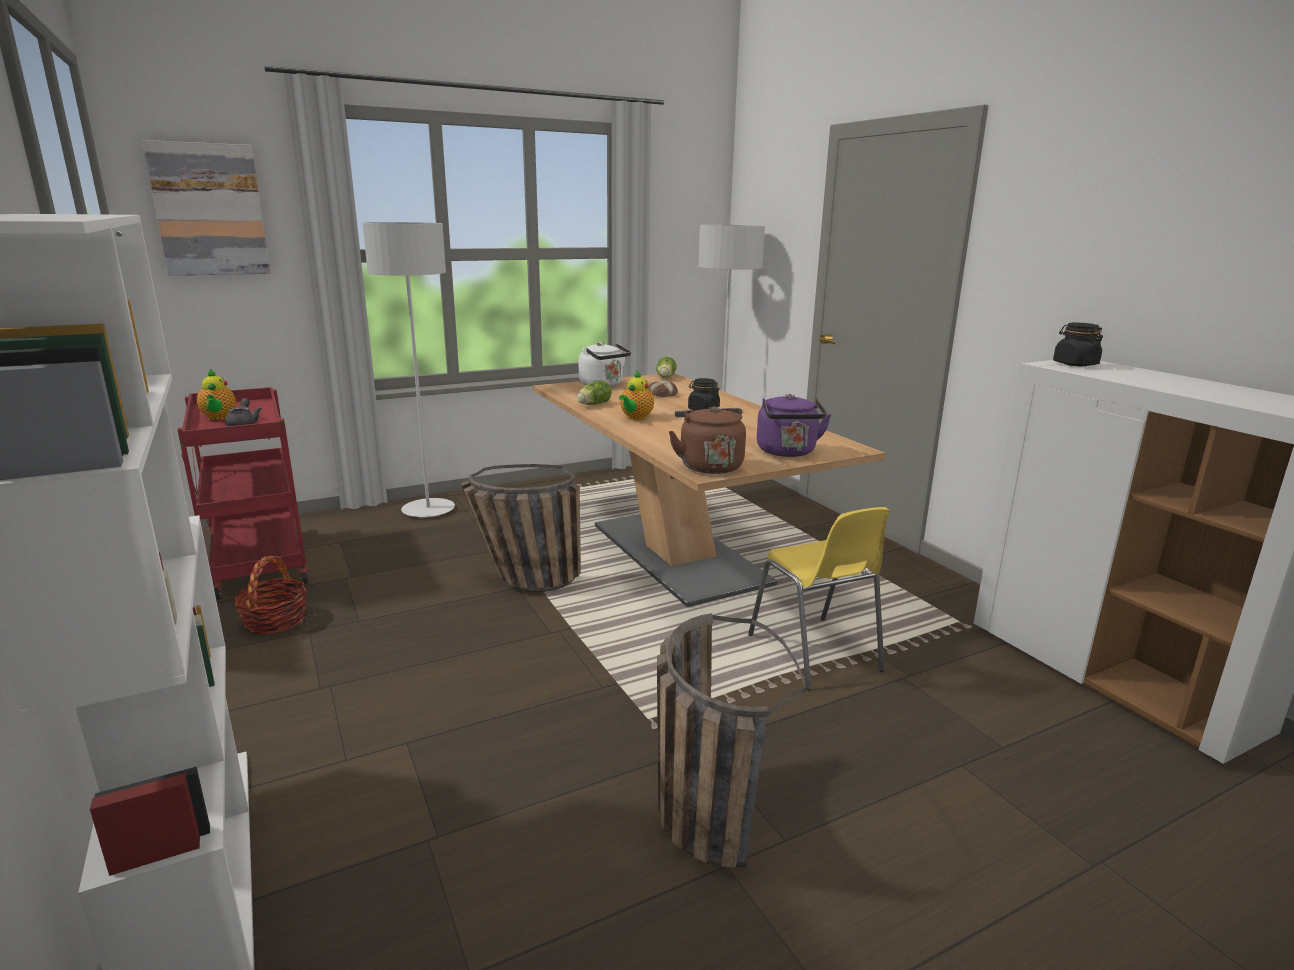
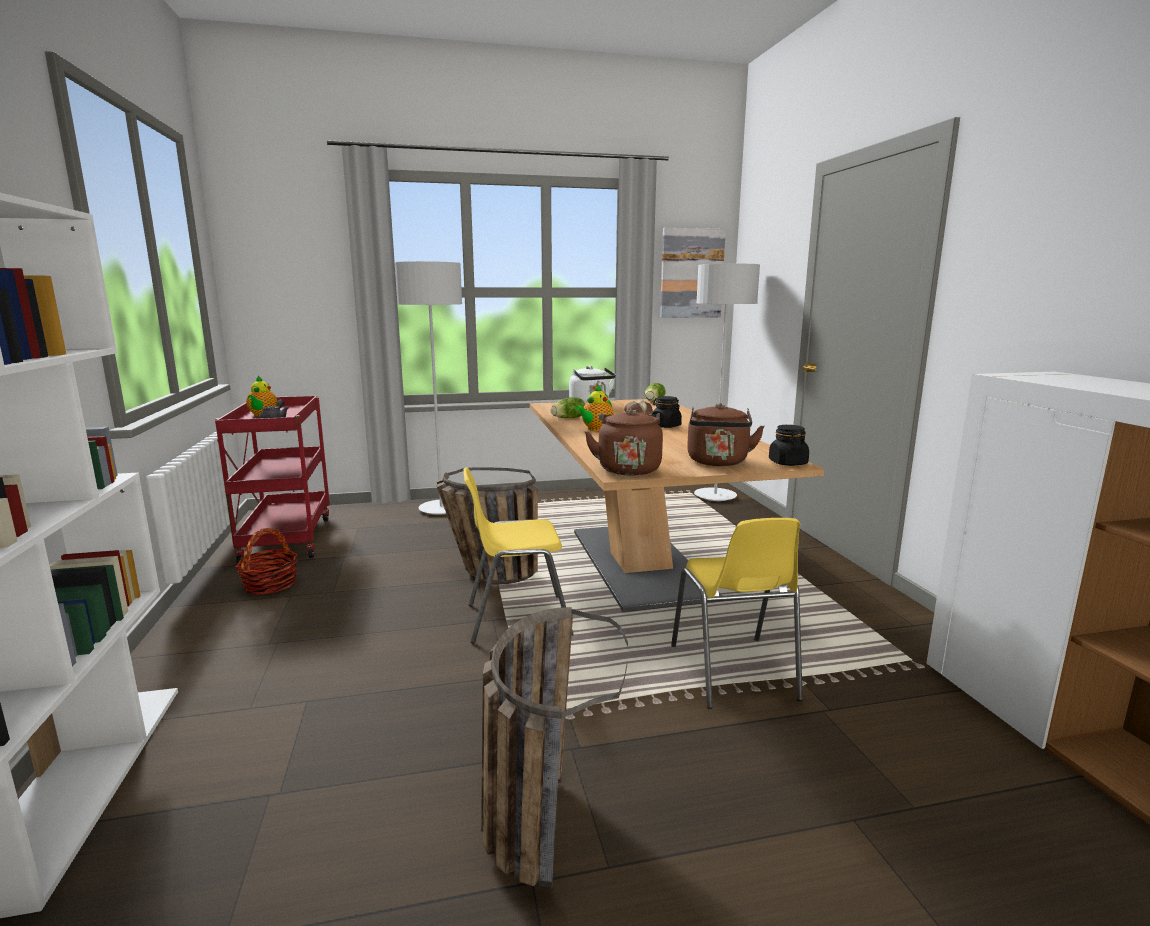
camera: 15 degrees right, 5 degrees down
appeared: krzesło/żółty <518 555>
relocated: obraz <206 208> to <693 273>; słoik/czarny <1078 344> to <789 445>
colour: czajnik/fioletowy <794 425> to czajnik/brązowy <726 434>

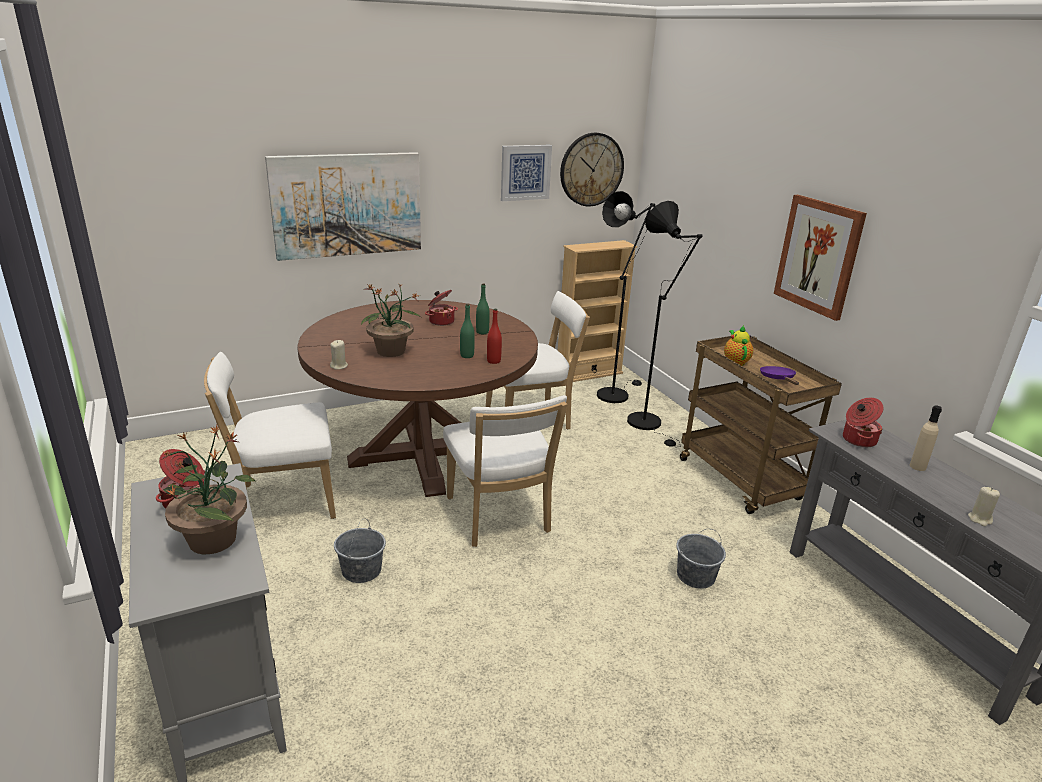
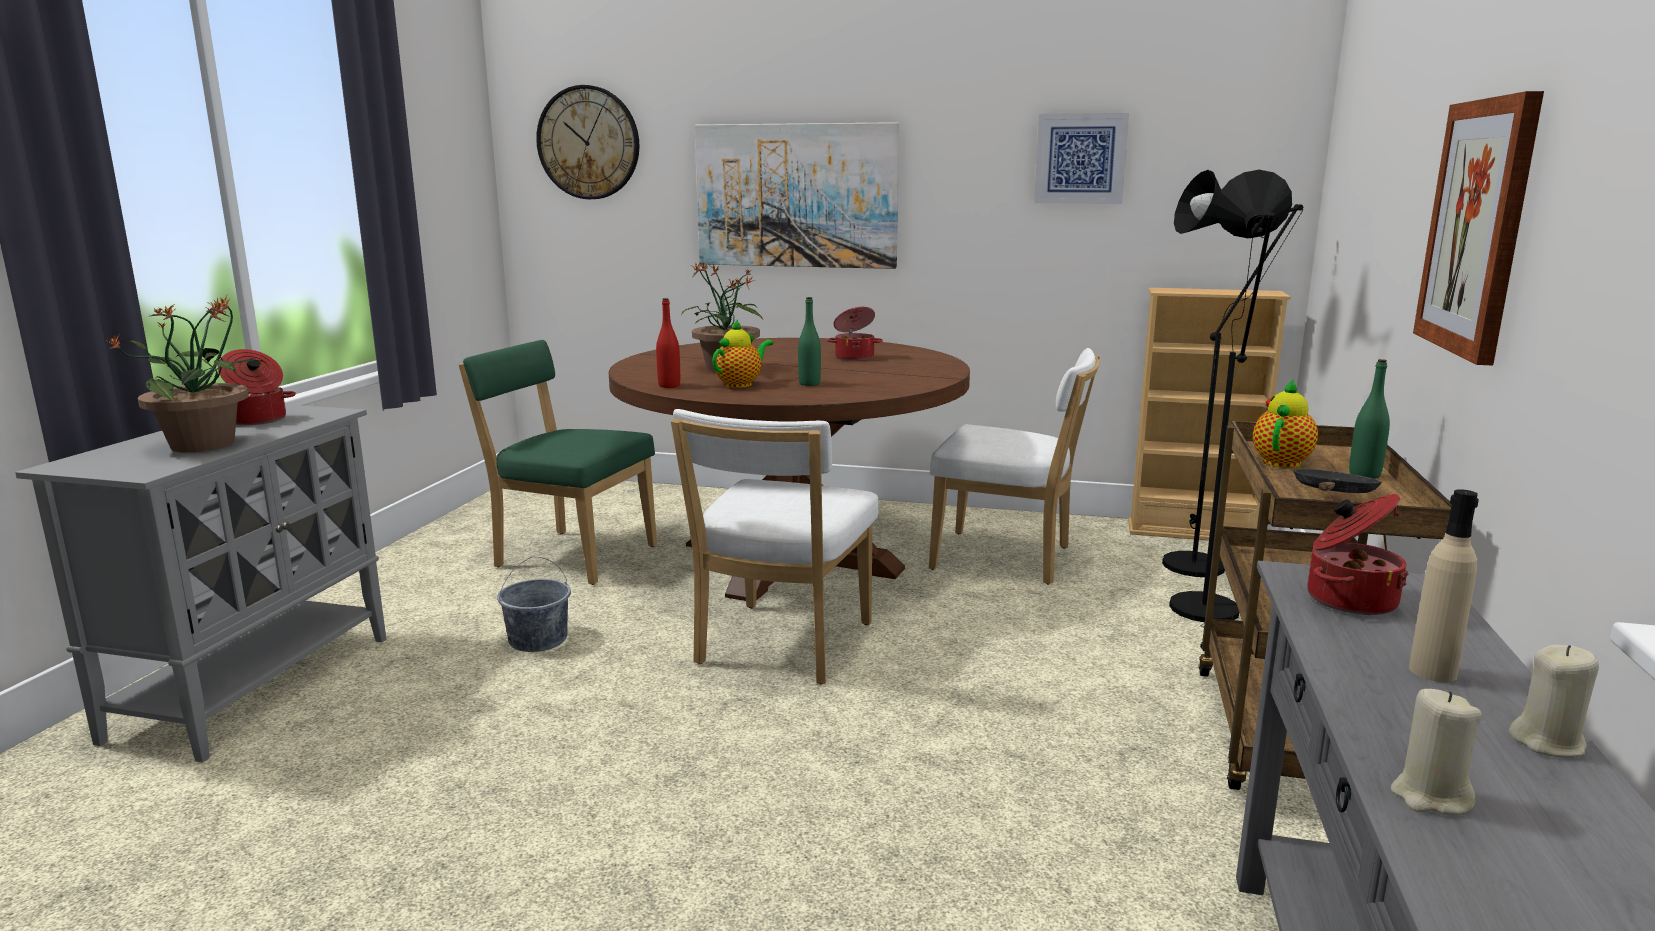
camera: 40 degrees right, 10 degrees down
missing: wiadro/szary <701 559>
appeared: imbryk <742 353>
relocated: zegar ścienny <592 169> to <587 142>; butelka/zielony <483 308> to <1369 419>; butelka/czerwony <494 336> to <668 343>; świeca/beżowy <339 355> to <1554 701>
colour: krzesło/biały <270 435> to krzesło/zielony <558 462>; patelnia/fioletowy <779 375> to patelnia/czarny <1337 481>

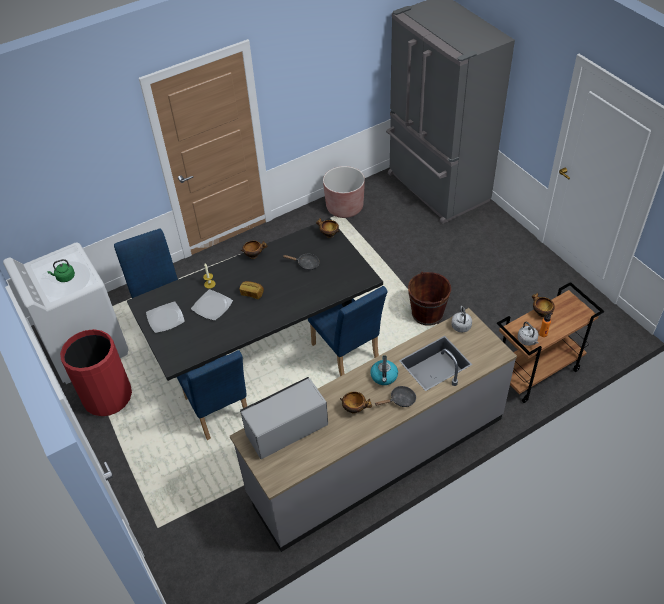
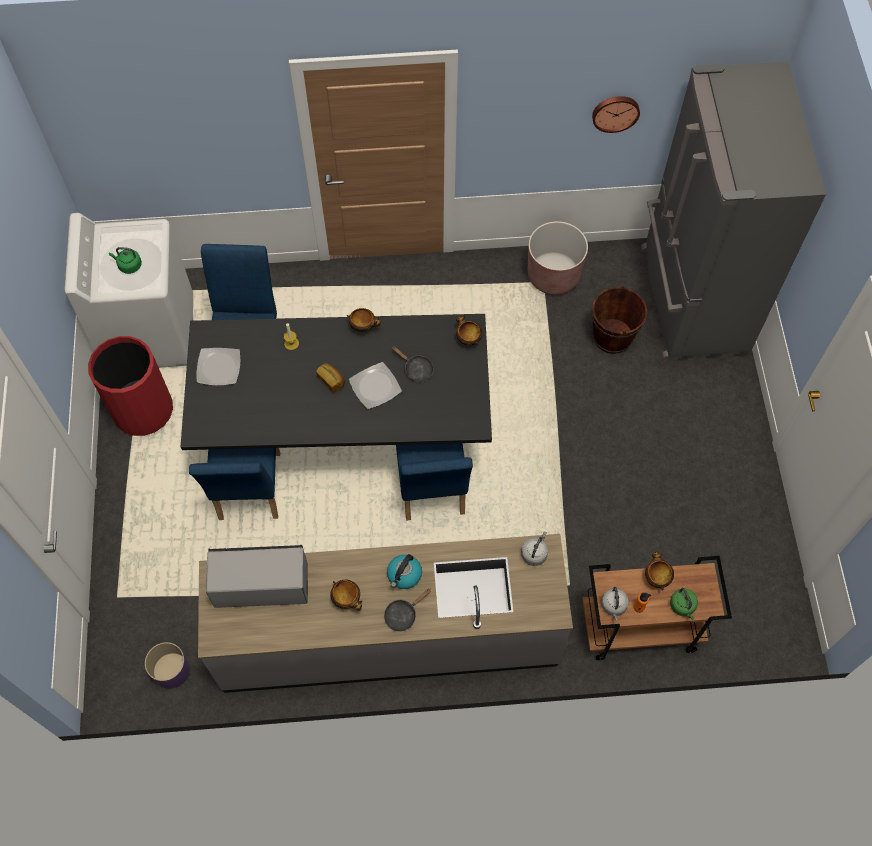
camera: 25 degrees right, 15 degrees up
appeared: zegar ścienny <616 114>; czajnik/zielony <684 604>; donica/fioletowy <167 665>
relocated: wiadro/brązowy <429 299> to <620 320>; talerz <212 305> to <375 385>
spun: patelnia/czarny <395 396> = <407 610> 135 degrees clockwise

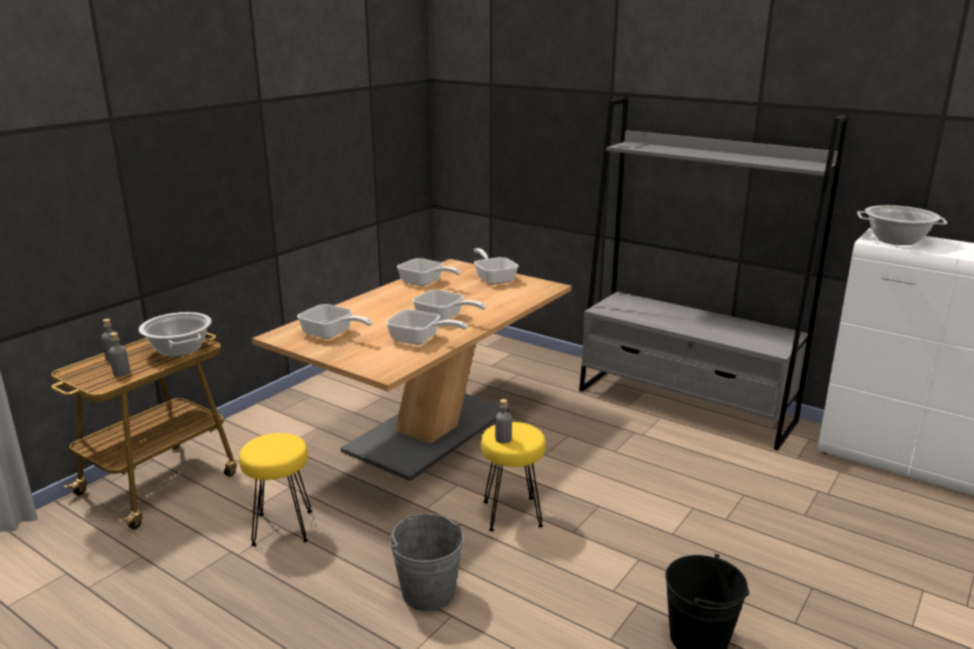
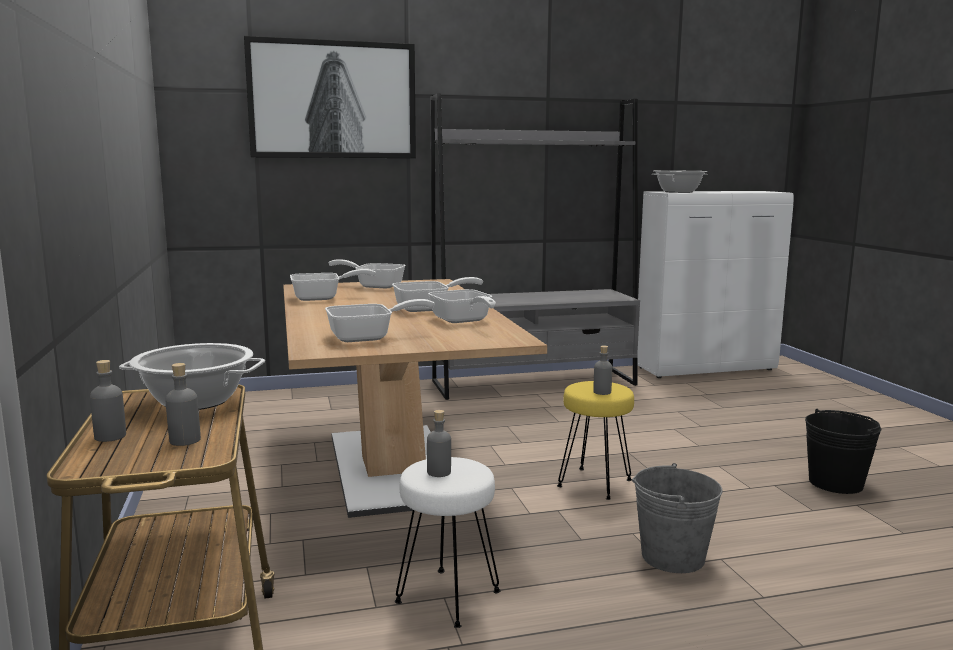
camera: 50 degrees left, 10 degrees down
appeared: obraz <330 97>; butelka/szary <439 443>
colour: stołek/żółty <275 489> to stołek/biały <448 542>
spun: patelnia <427 327> = <462 306> 90 degrees clockwise

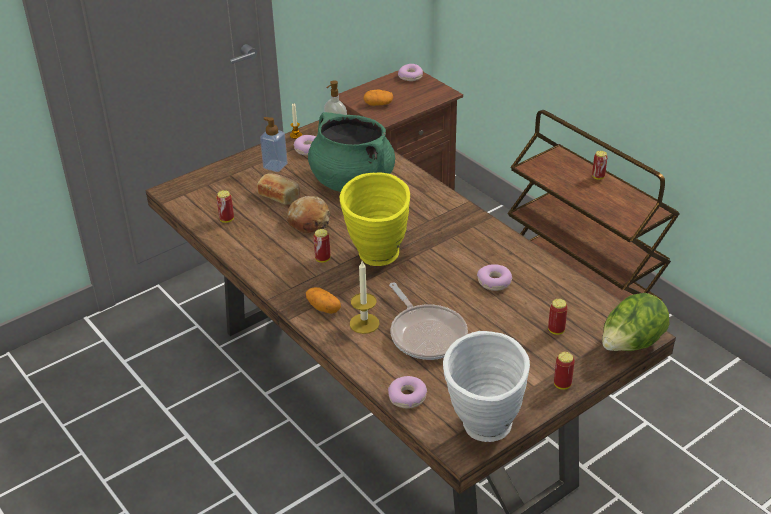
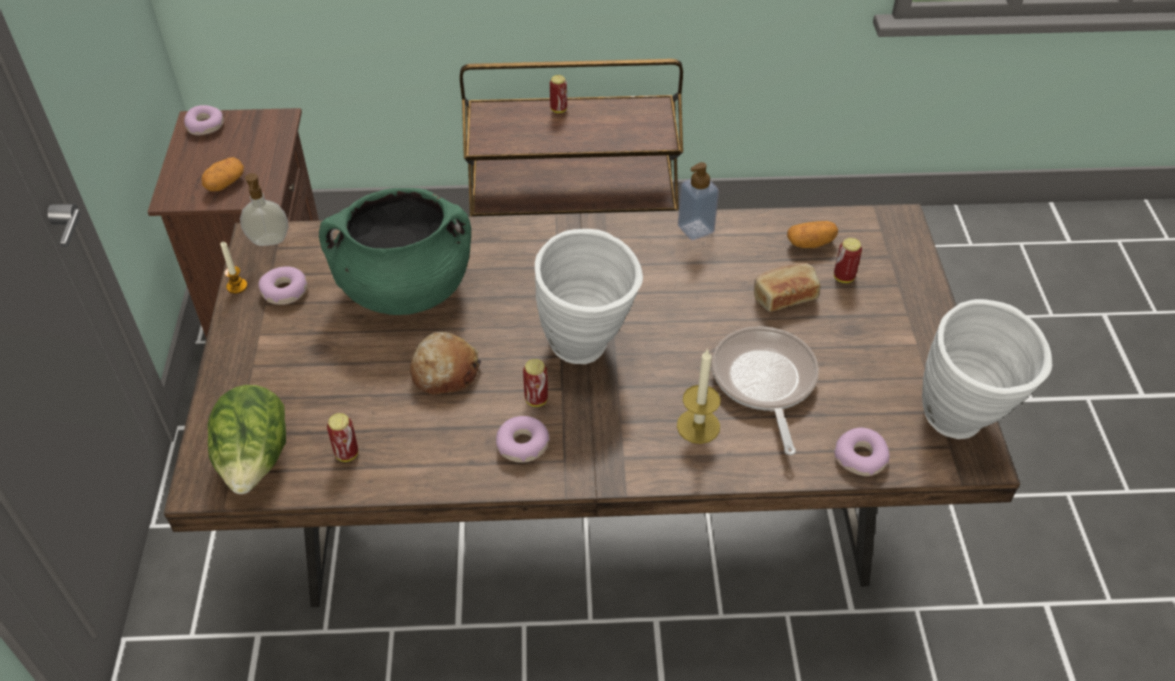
camera: 55 degrees left, 10 degrees up
missing: puszka <564 371>
relocated: dozownik mydła <274 144> to <698 201>; chleb <278 189> to <787 287>; donut <494 277> to <522 439>; ziemniak <323 300> to <812 234>; sałata <635 322> to <246 439>
colour: wazon/żółty <375 219> to wazon/biały <589 296>
spun: patelnia <428 321> = <765 391> 105 degrees counterclockwise

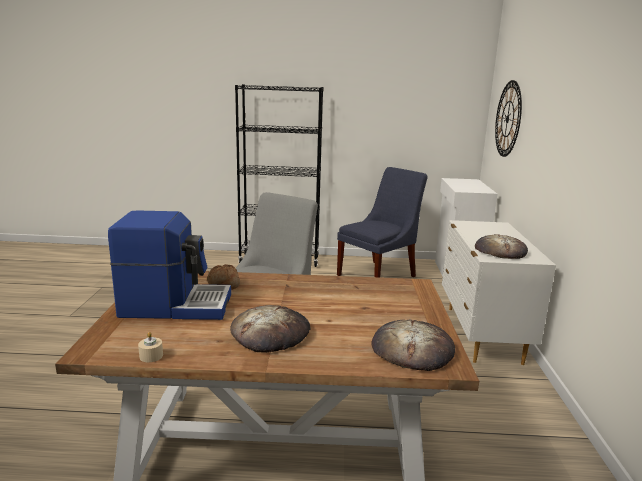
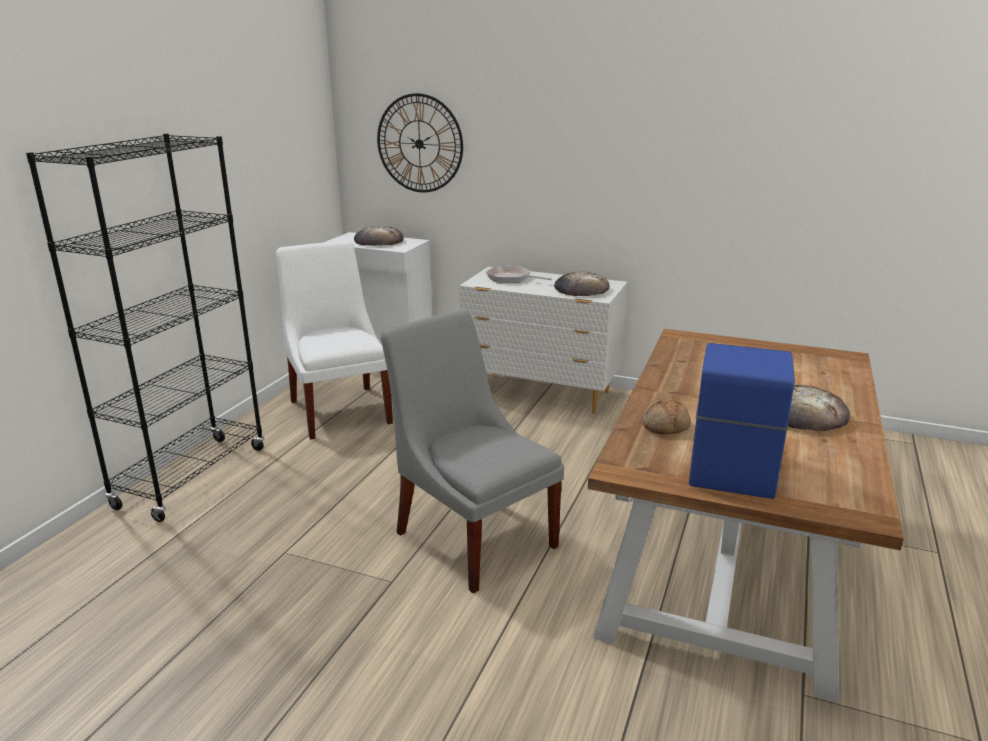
camera: 70 degrees left, 5 degrees up
missing: świeca/beżowy <150 347>
appeared: patelnia <519 274>
relocated: chleb <413 345> to <379 236>
colour: krzesło/niebieski <382 222> to krzesło/biały <334 340>

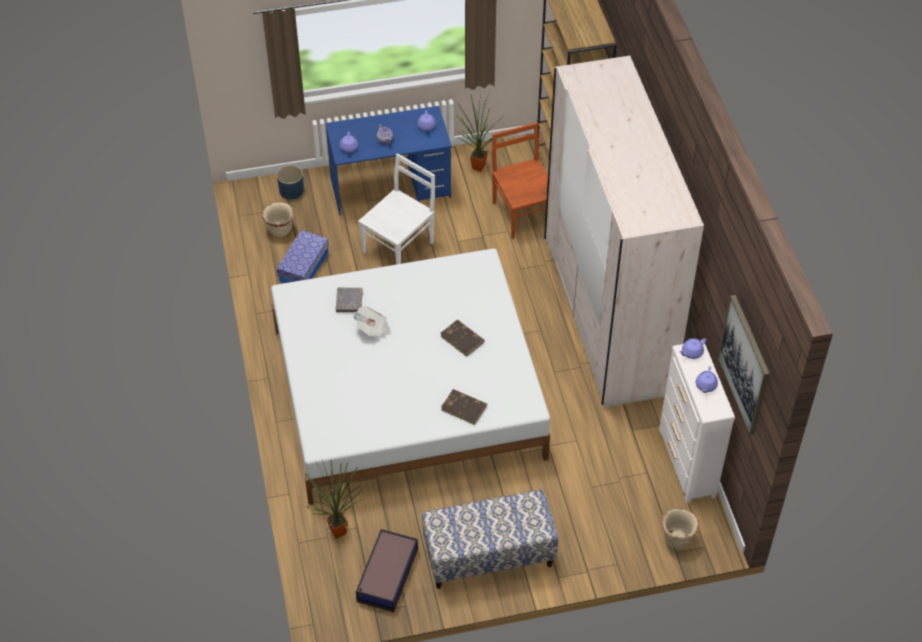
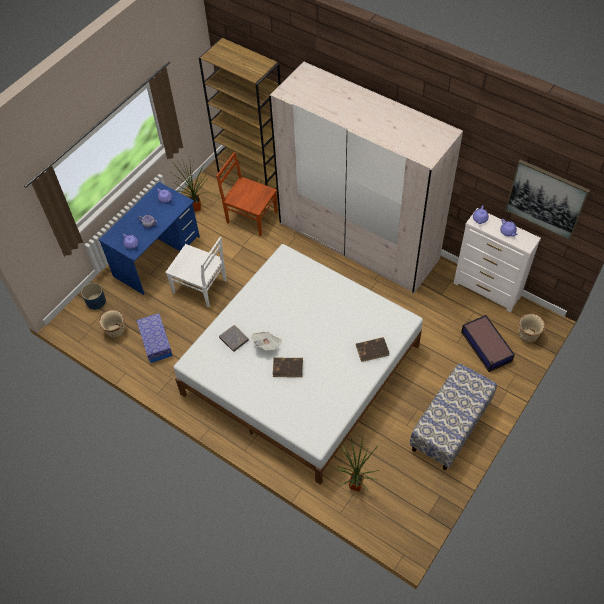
camera: 40 degrees left, 5 degrees up
relocated: książka/brązowy <462 338> to <288 367>; pojemnik do przechowywania <387 570> to <488 343>
spun: krzesło/biały <396 209> = <196 272> 120 degrees clockwise

